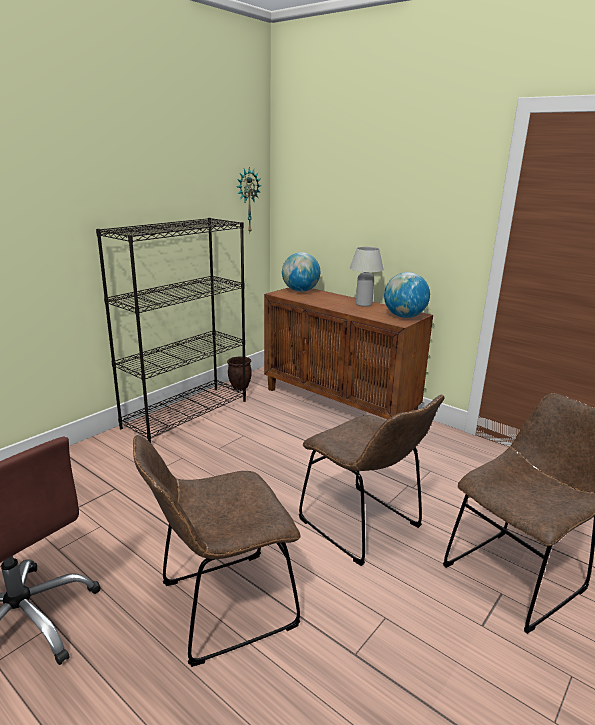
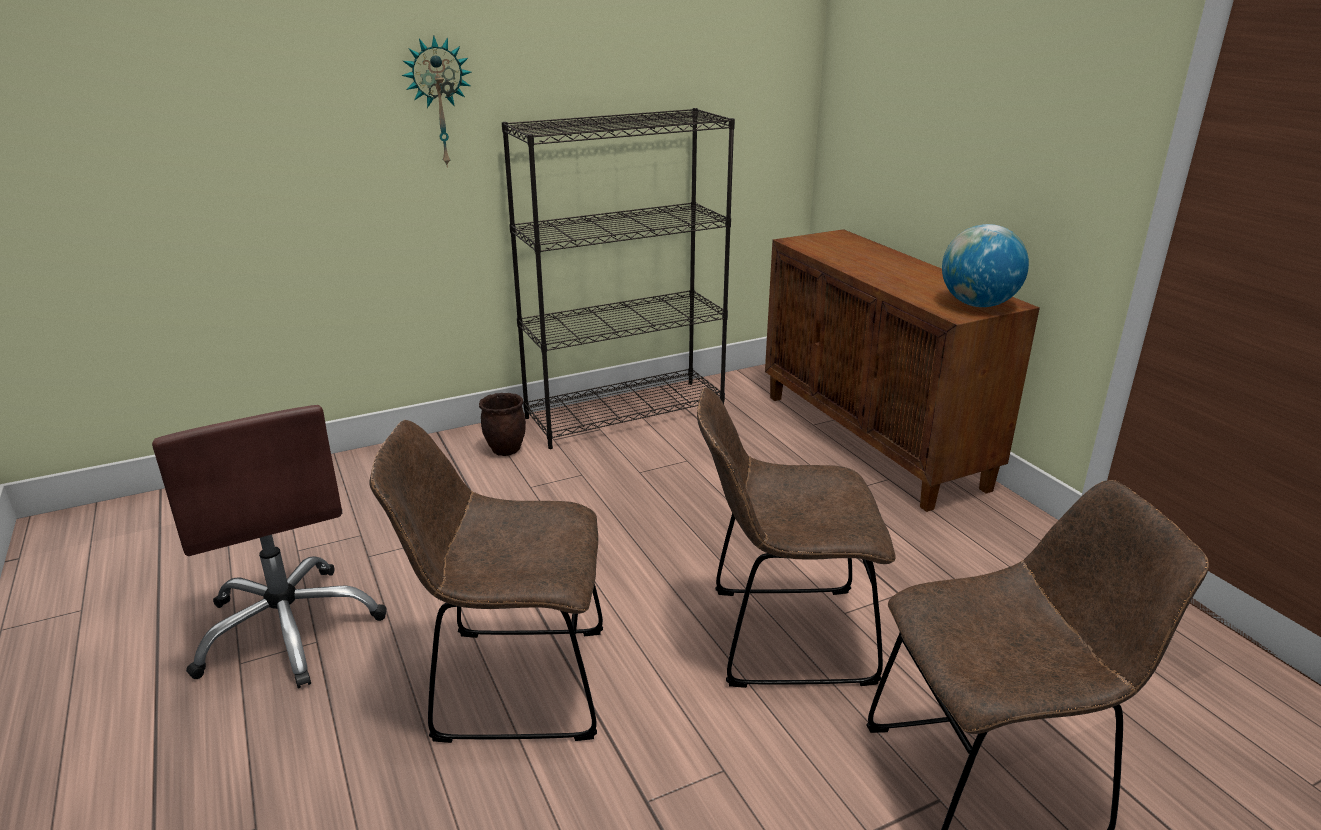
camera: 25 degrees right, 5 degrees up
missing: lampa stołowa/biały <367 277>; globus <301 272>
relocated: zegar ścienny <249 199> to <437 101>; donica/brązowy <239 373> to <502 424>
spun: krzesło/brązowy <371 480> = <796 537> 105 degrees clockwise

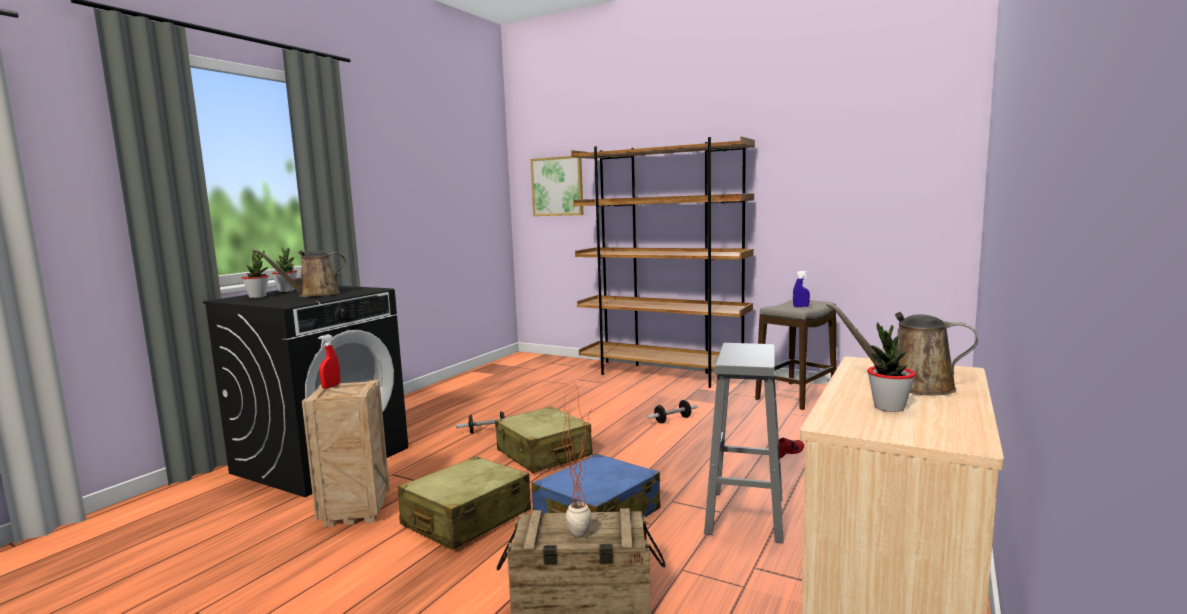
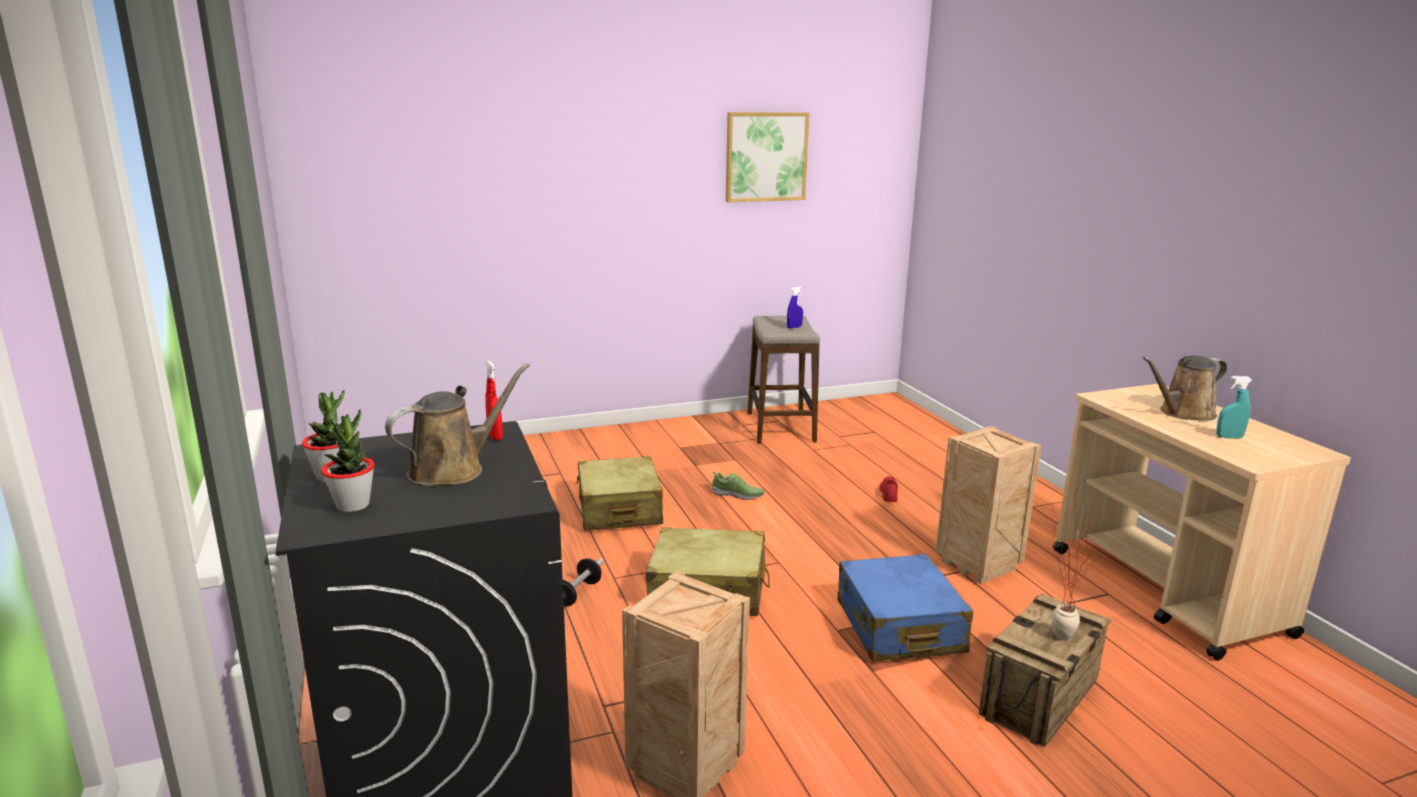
camera: 50 degrees left, 10 degrees up
missing: regał/brązowy <663 262>
relocated: obraz <556 186> to <768 157>; spryskiwacz/czerwony <329 361> to <494 401>; walizka/beżowy <464 503> to <619 493>
exchanged: roślina doniczkowa <891 367> to spryskiwacz/turkusowy <1234 407>; stołek/szary <744 443> to skrzynka <989 505>; hantel <672 412> to but <738 485>
spun: konewka/brązowy <299 273> = <457 424> 135 degrees counterclockwise

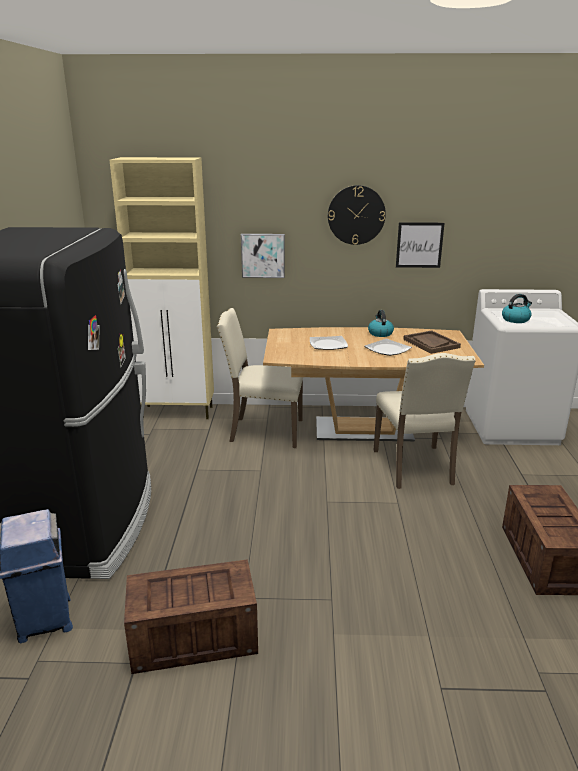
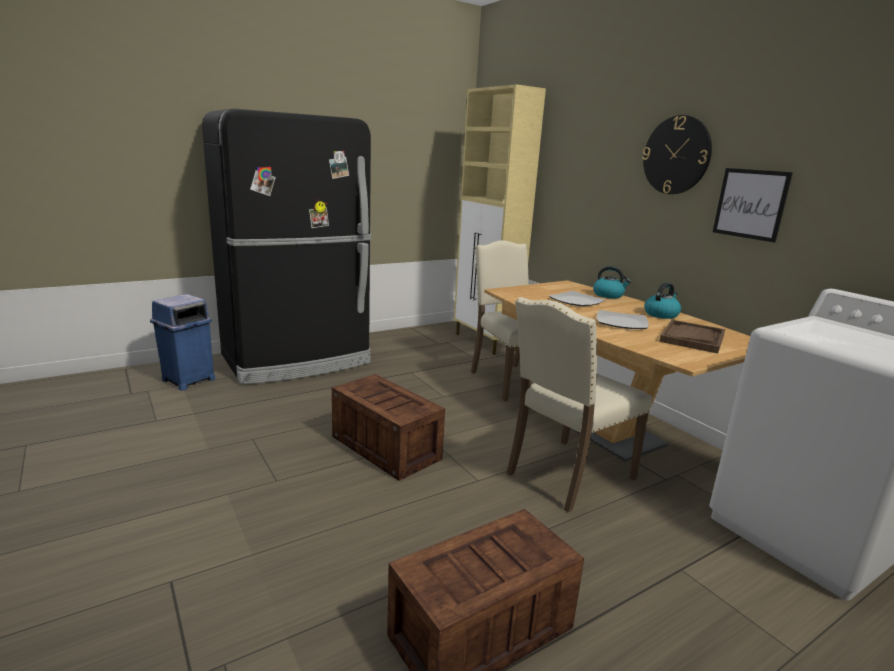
camera: 55 degrees right, 5 degrees down
missing: obraz <263 256>
relocated: czajnik <517 308> to <612 282>; skrzynka <191 616> to <388 427>

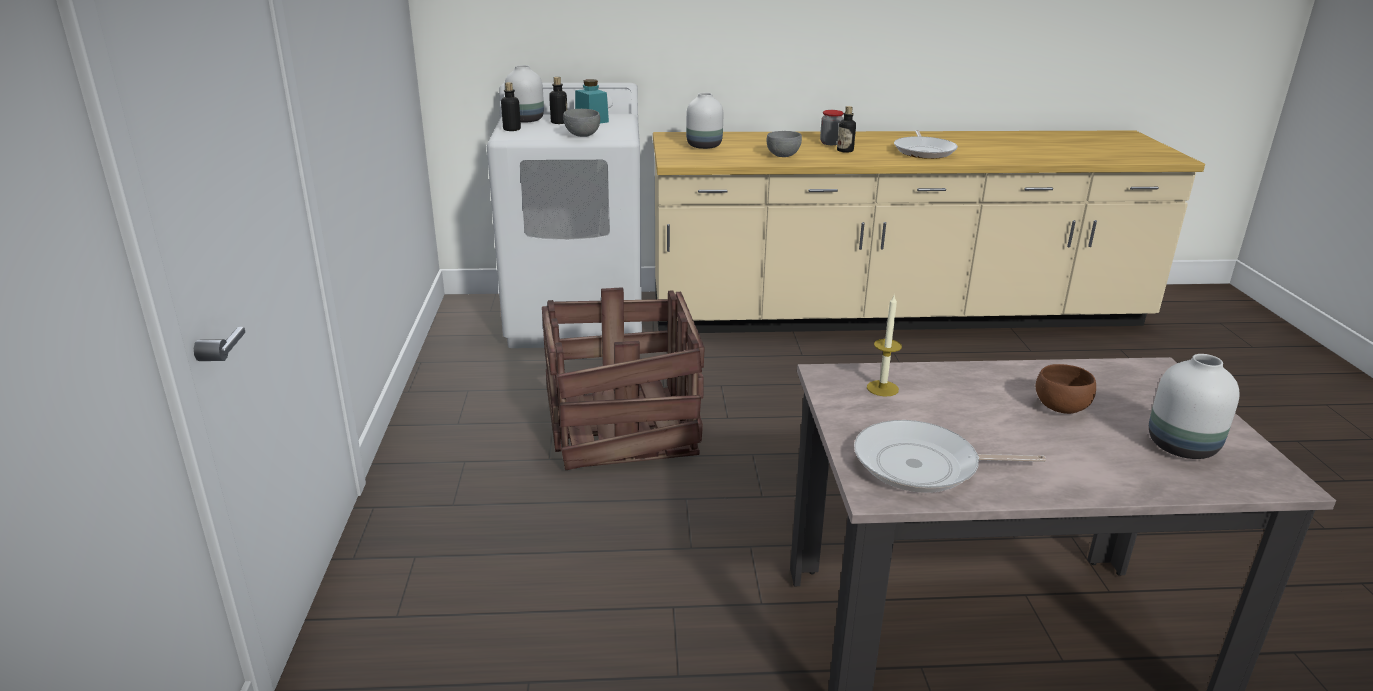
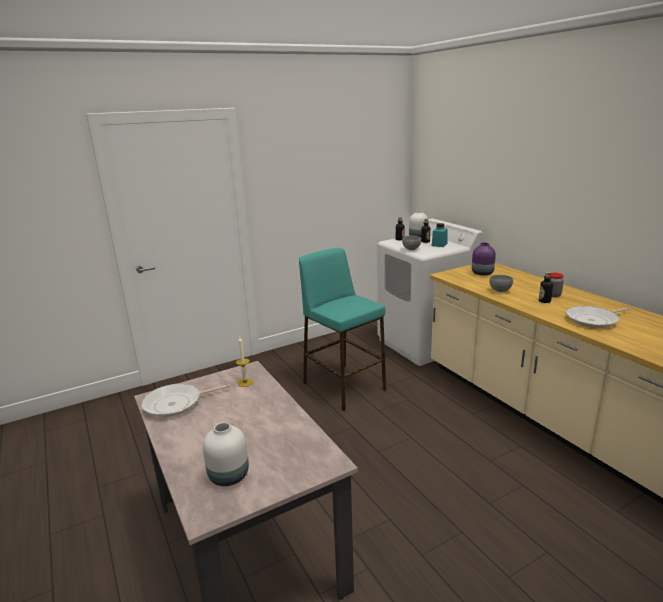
camera: 65 degrees right, 5 degrees down
missing: miska/brązowy <1066 389>
exchanged: skrzynka <623 378> to stołek/turkusowy <342 329>
colour: wazon/biały <704 120> to wazon/fioletowy <484 259>
spun: patelnia <950 456> = <185 400> 90 degrees counterclockwise

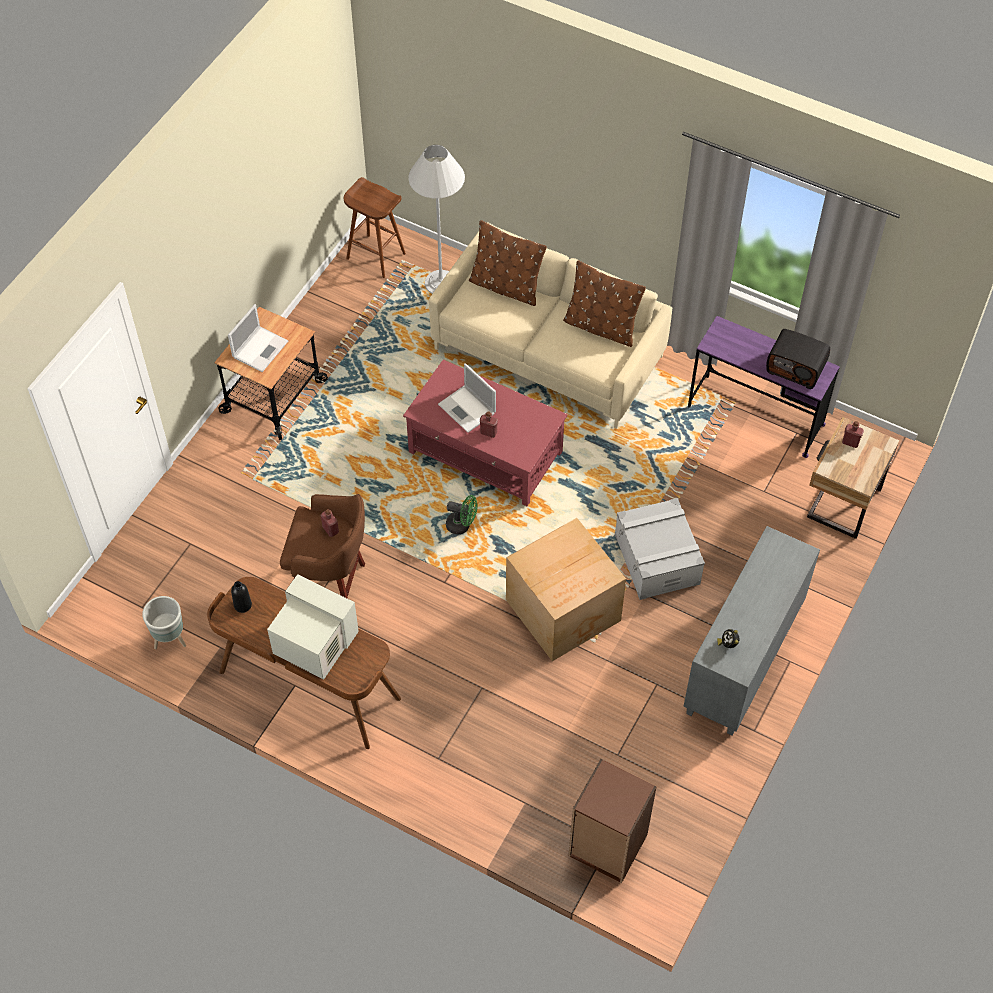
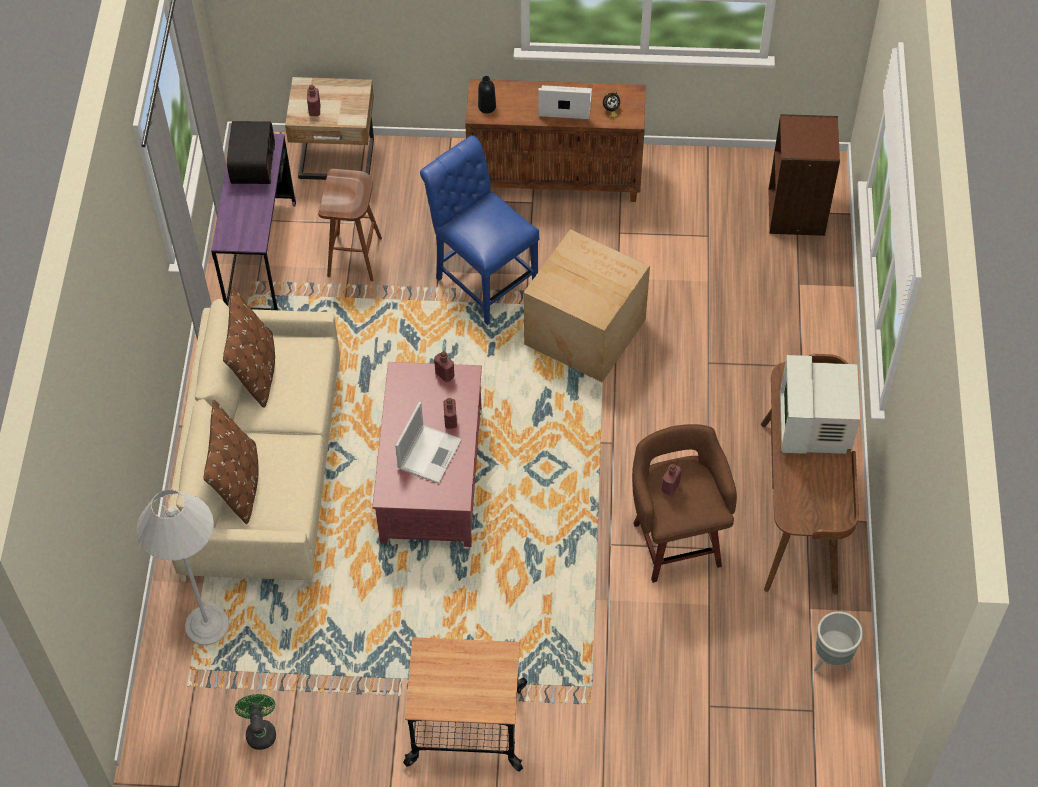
camera: 115 degrees left, 0 degrees up
appeared: butelka/czerwony <444 366>
relocated: stołek/brązowy <375 227> to <350 225>; laptop <258 338> to <565 102>; wentylator/zielony <462 514> to <255 722>; butelka/czarny <241 597> to <487 94>
exchanged: pojemnik do przechowywania/szary <660 549> to krzesło/niebieski <480 230>
colour: szafka/szary <752 631> to szafka/brązowy <555 140>

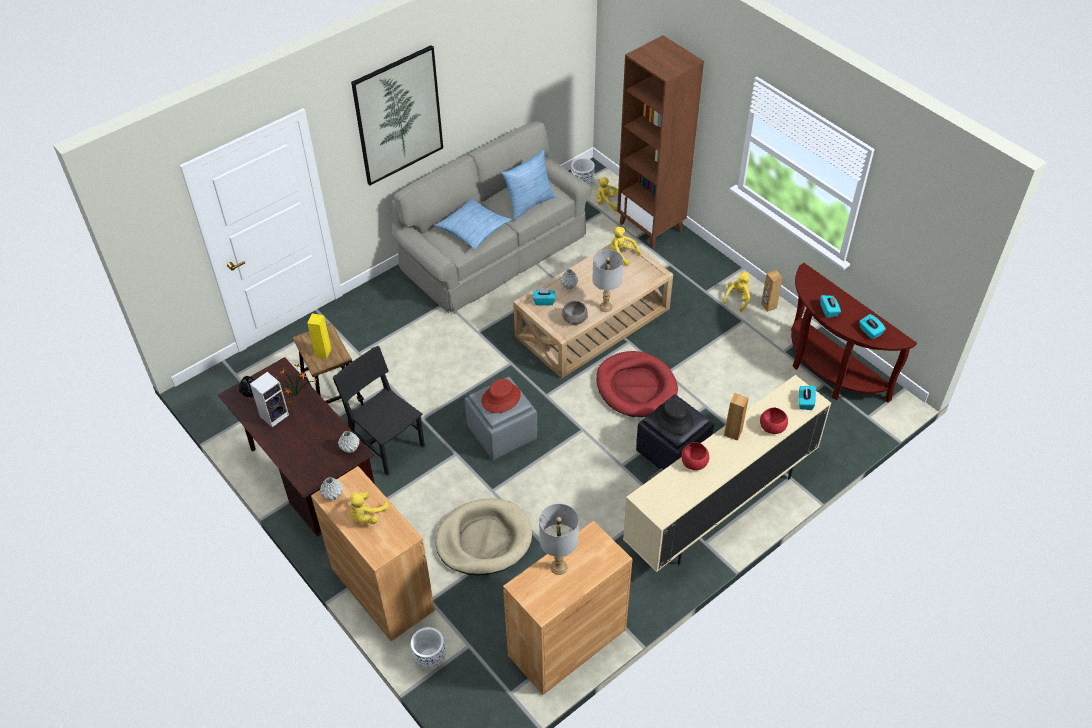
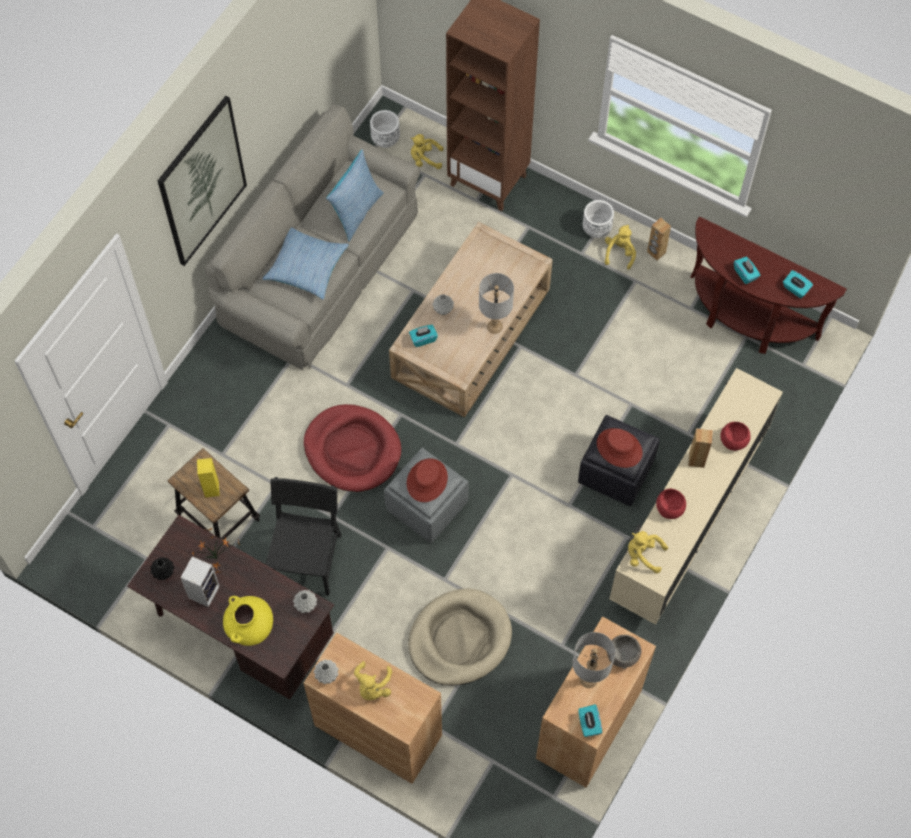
camera: 20 degrees left, 15 degrees up
appeared: wazon/żółty <248 621>
relocated: pluszak/żółty <625 246> to <648 552>; miska/szary <574 313> to <624 652>; legowisko/czerwony <637 384> to <352 448>; pudełko chusteczek/turkusowy <807 397> to <590 720>; donica/biały <428 648> to <598 219>
colour: kapelusz/czarny <674 417> to kapelusz/czerwony <620 448>
spun: krzesło/czarny <379 411> = <303 536> 75 degrees clockwise

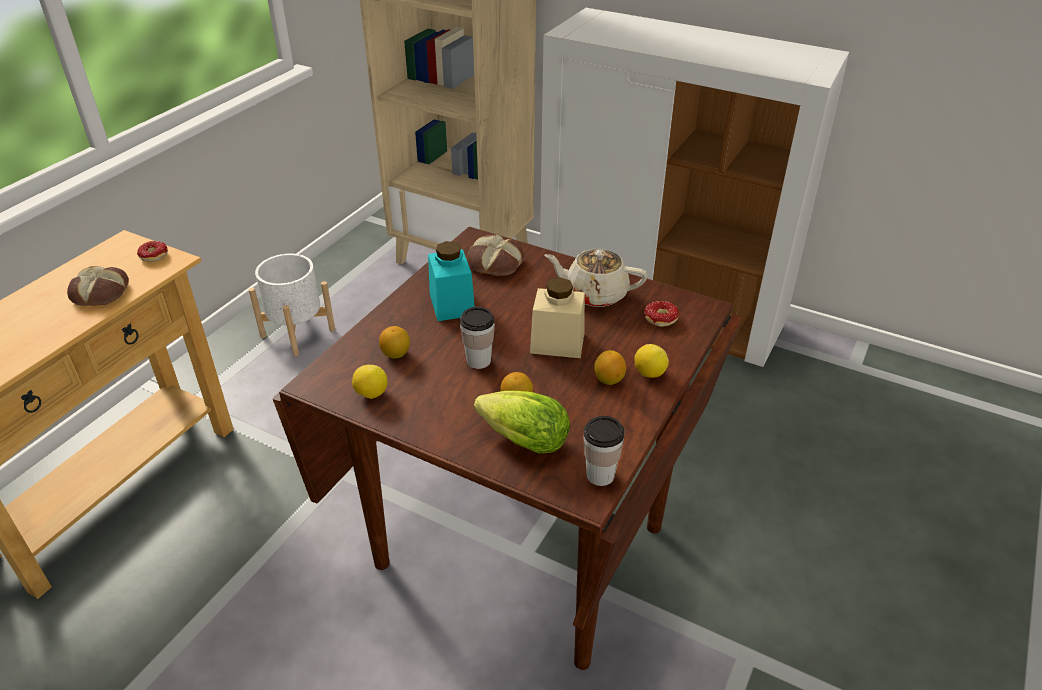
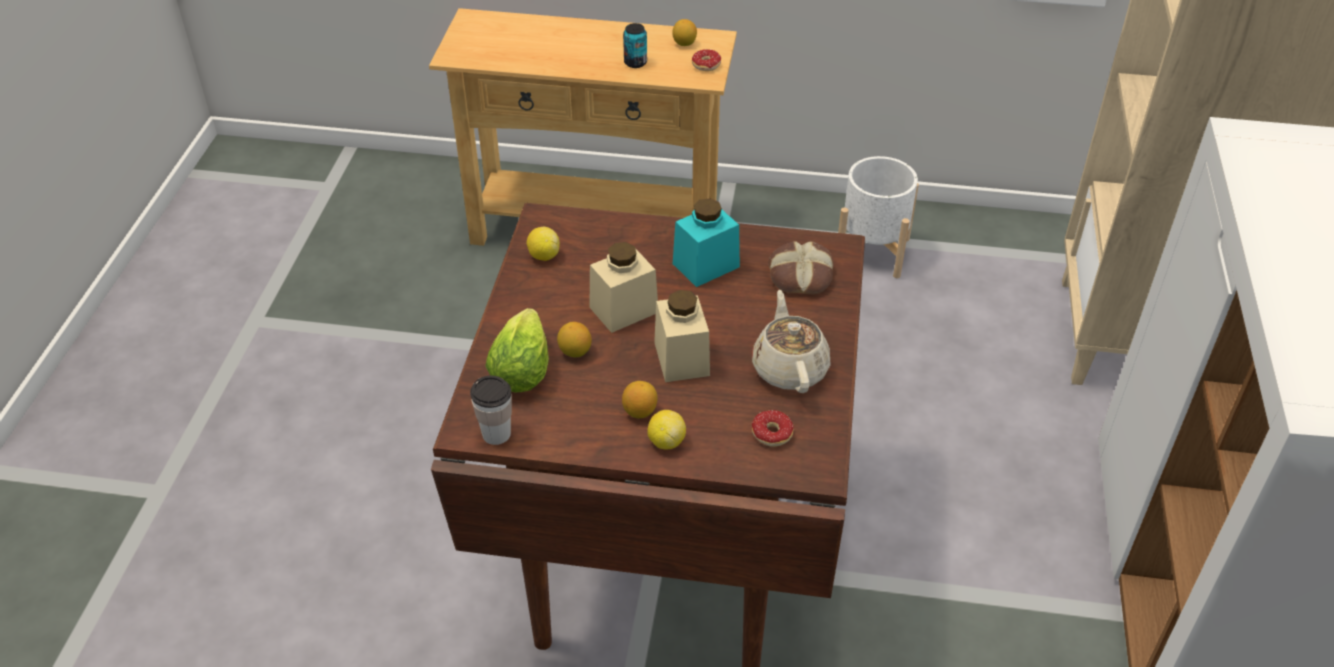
camera: 70 degrees right, 5 degrees up
relocated: cytryna <394 342> to <684 32>
exchanged: chleb <98 286> to puszka <635 45>; filiżanka <477 338> to słoik/beżowy <623 287>

